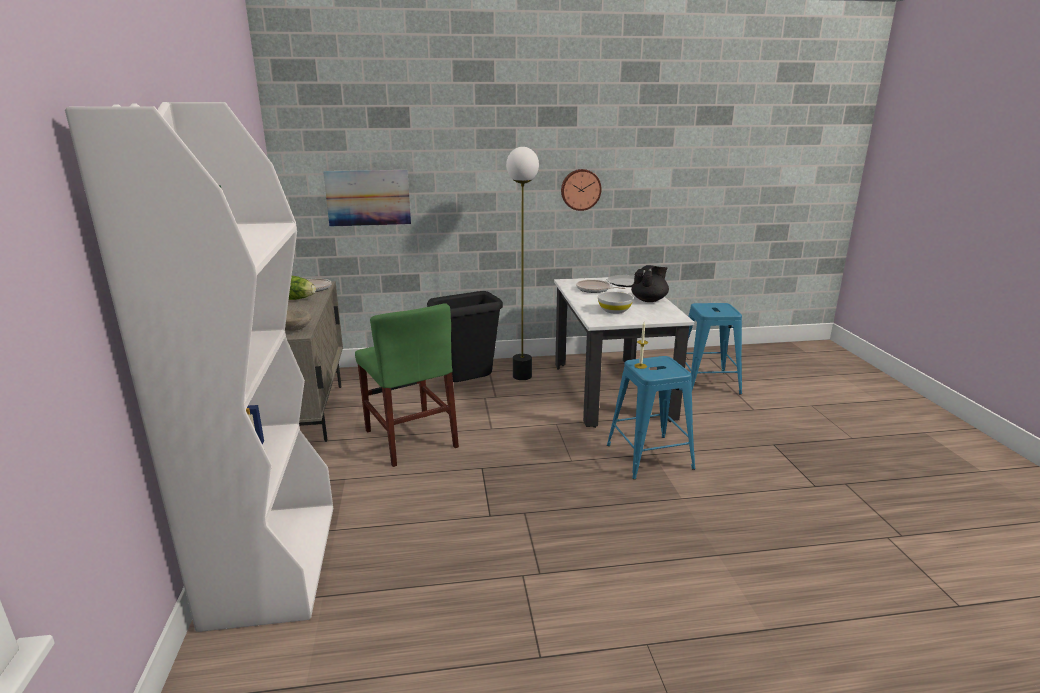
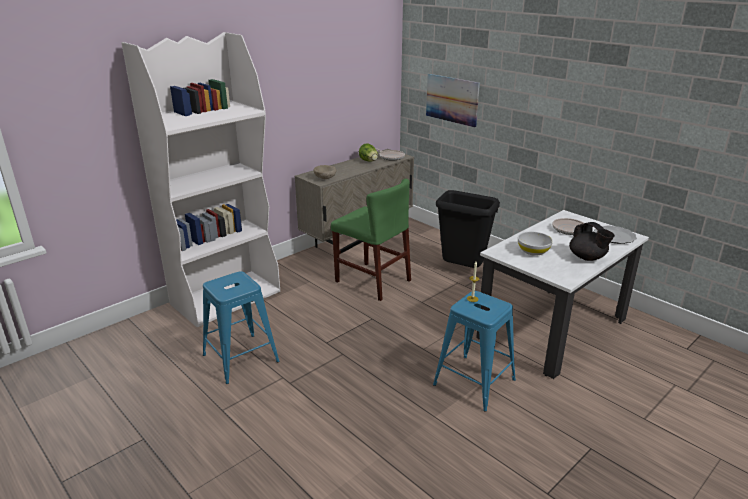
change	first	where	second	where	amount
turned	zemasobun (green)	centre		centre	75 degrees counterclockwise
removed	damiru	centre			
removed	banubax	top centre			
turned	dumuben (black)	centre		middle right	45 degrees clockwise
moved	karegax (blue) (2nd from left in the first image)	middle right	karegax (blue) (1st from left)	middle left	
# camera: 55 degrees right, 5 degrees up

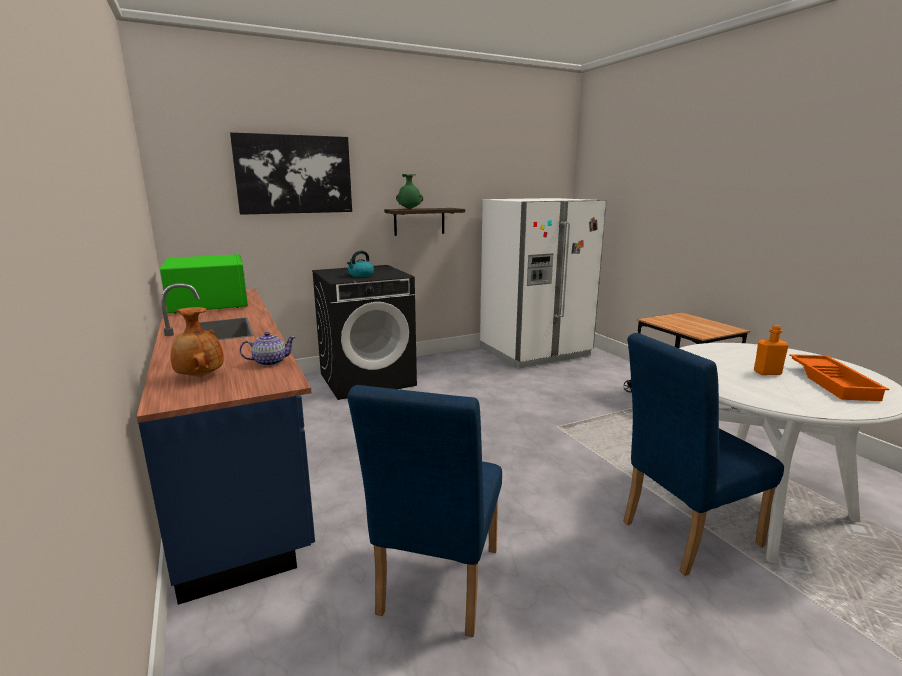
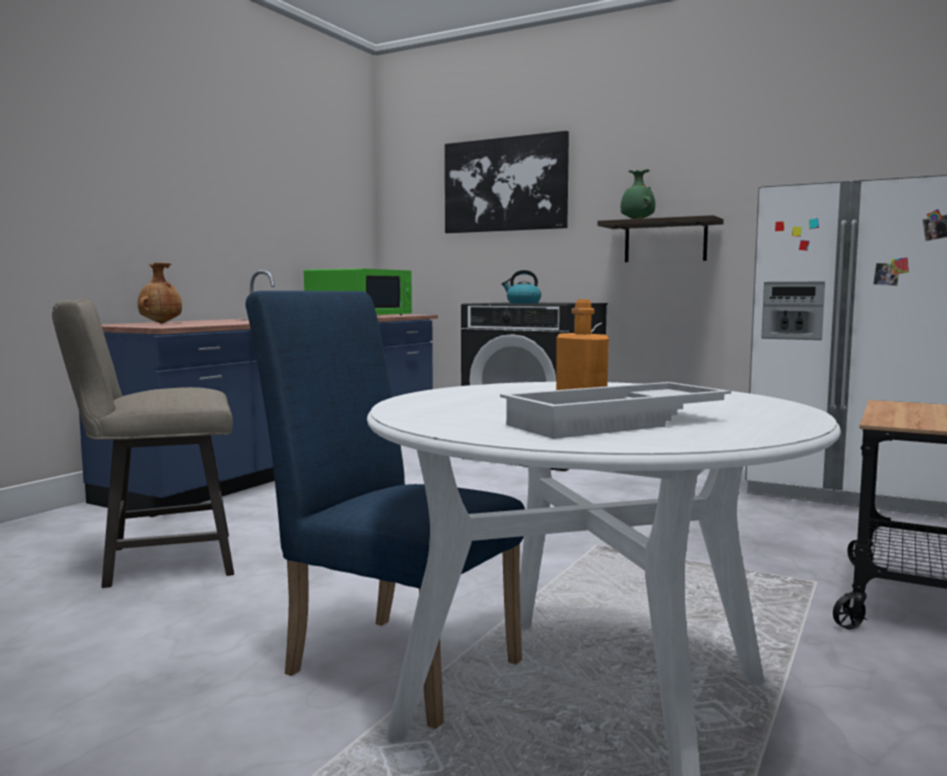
change	first	where	second	where	amount
removed	dumuben	middle left			
replaced	zemasobun (blue) (1st from left)	bottom centre	karegax (beige)	middle left	
recoloured	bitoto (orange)	middle right	bitoto (white)	centre	
# camera: 55 degrees right, 10 degrees down

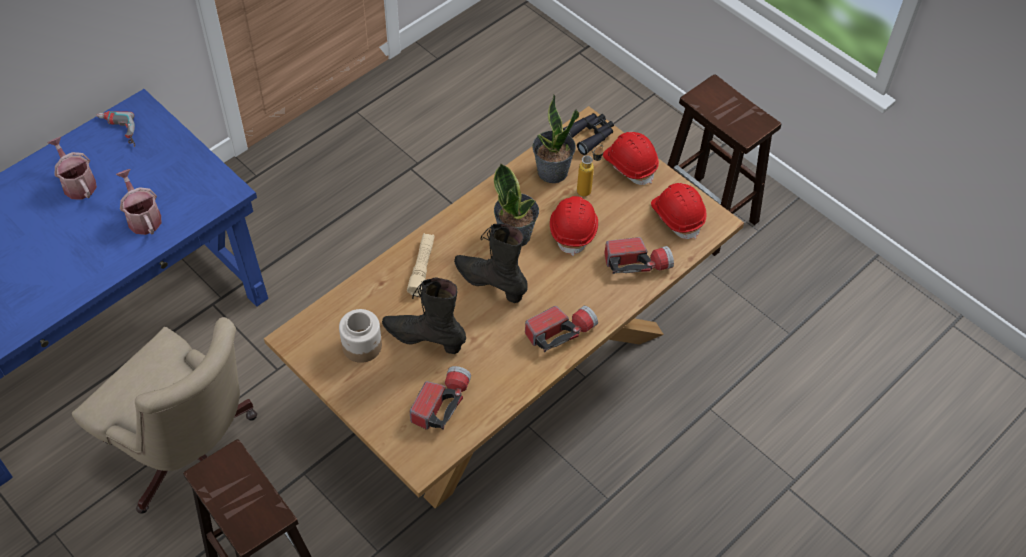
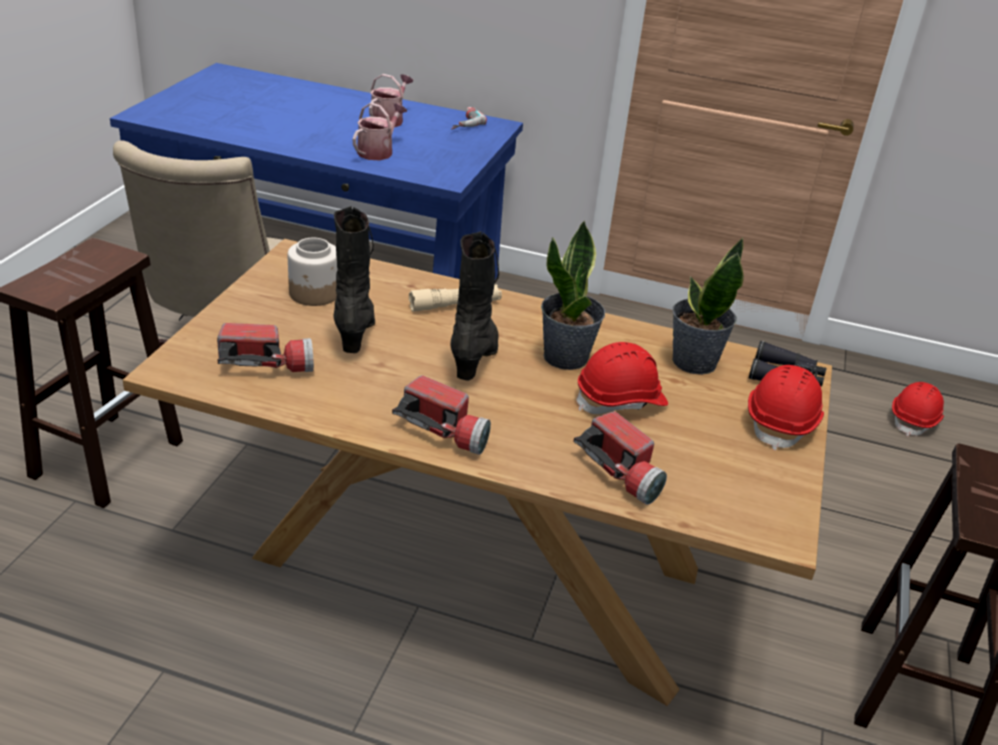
change	first	where	second	where	amount
removed	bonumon	top centre			
moved	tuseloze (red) (3rd from left)	centre		middle right	
# camera: 60 degrees right, 20 degrees down

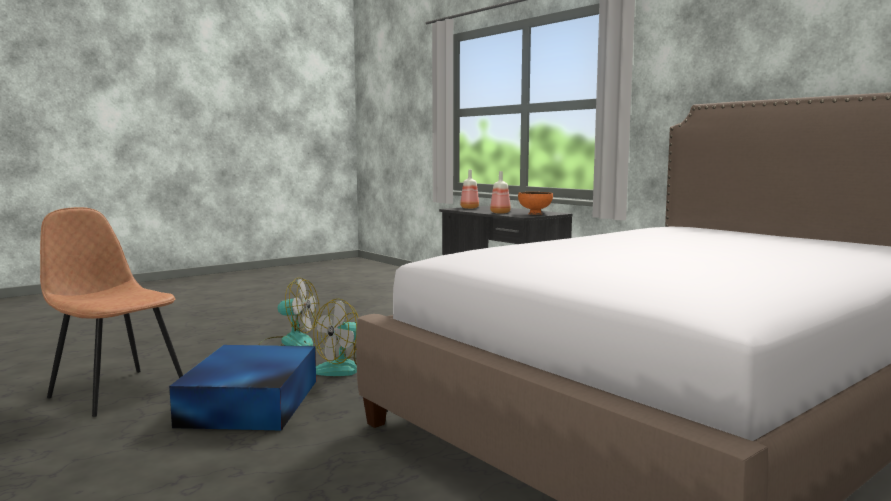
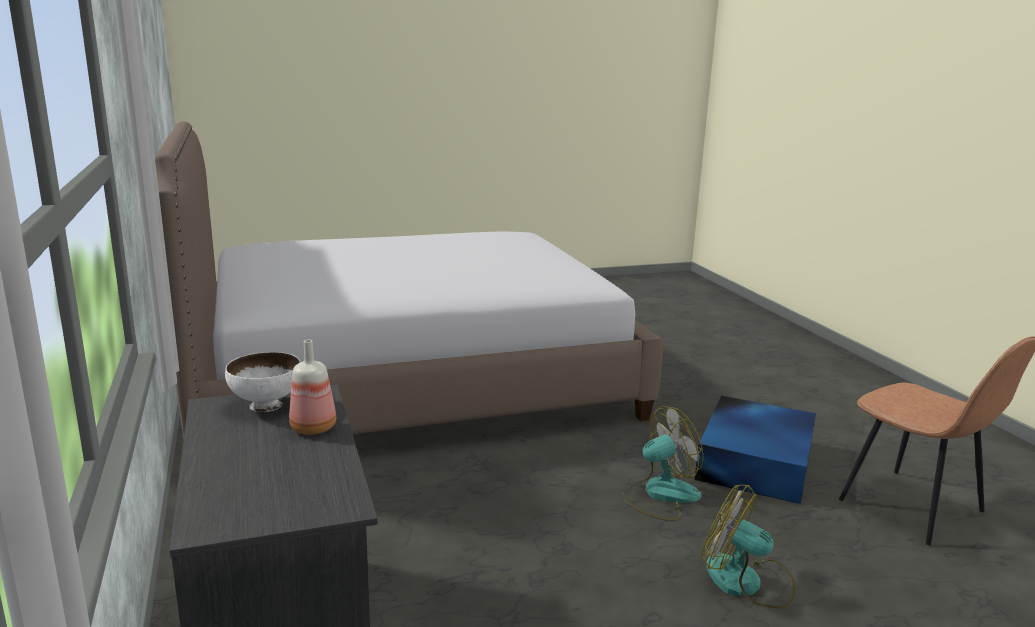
change	first	where	second	where	amount
removed	bonumon (1st from left)	centre			
recoloured	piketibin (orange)	centre	piketibin (white)	middle left	
# camera: 160 degrees left, 10 degrees up

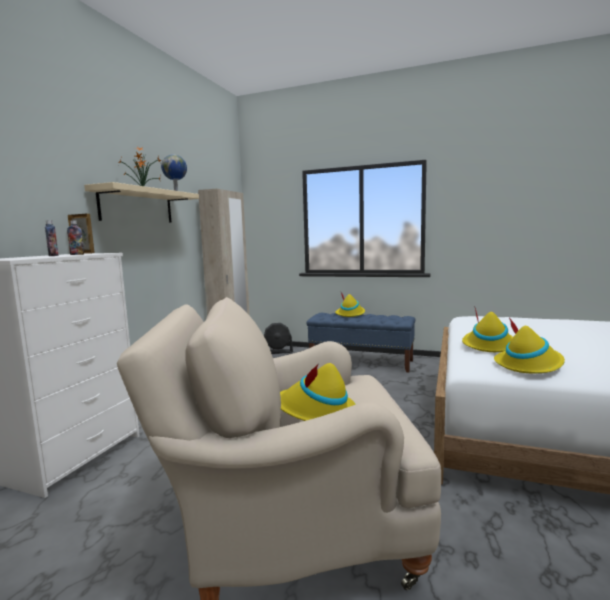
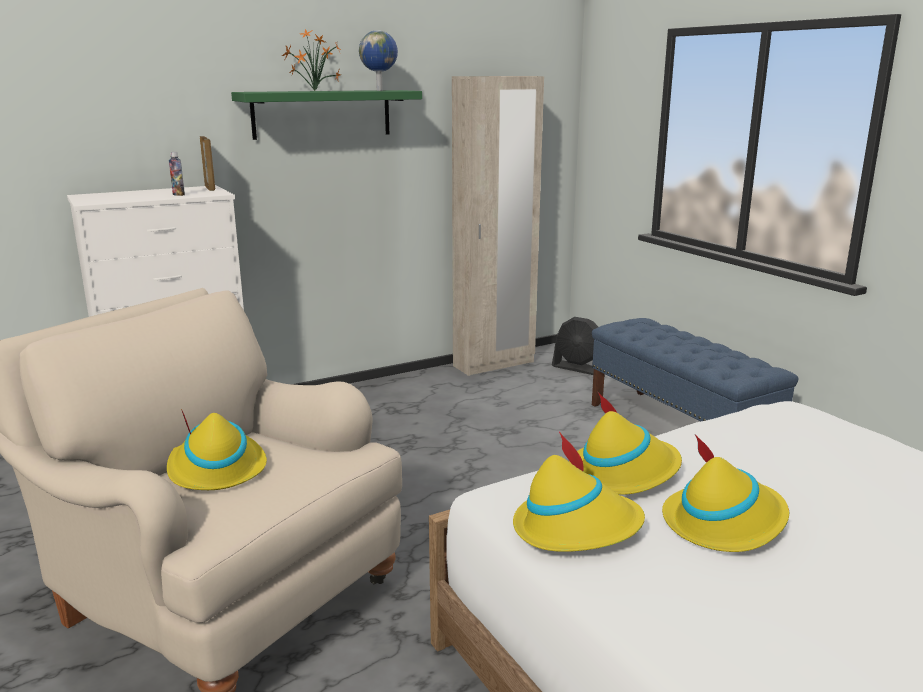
change	first	where	second	where	amount
removed	bonumon (1st from left)	middle left			
recoloured	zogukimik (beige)	middle left	zogukimik (green)	top centre	
moved	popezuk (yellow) (2nd from left in the first image)	centre	popezuk (yellow) (4th from left)	bottom right	
# camera: 40 degrees right, 10 degrees up

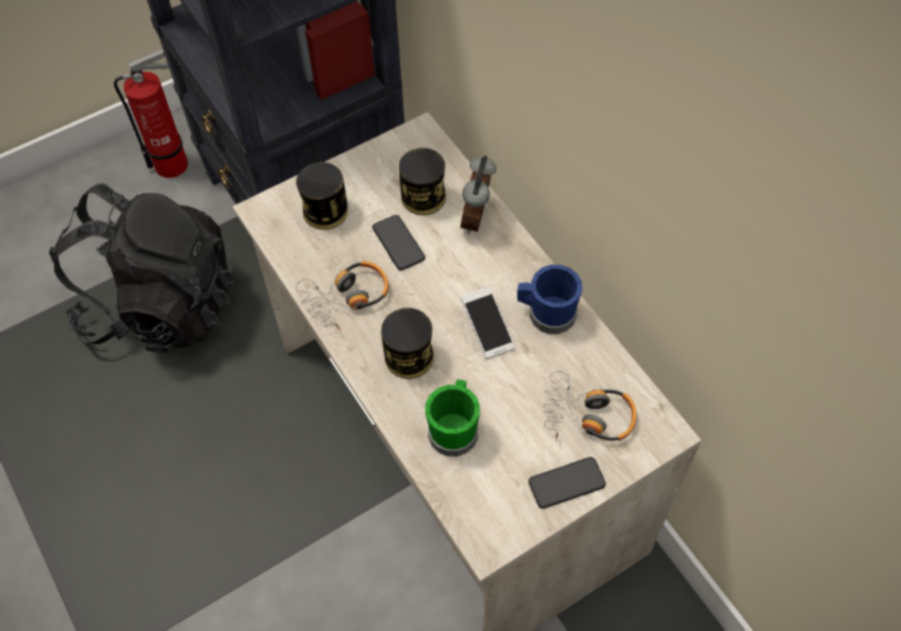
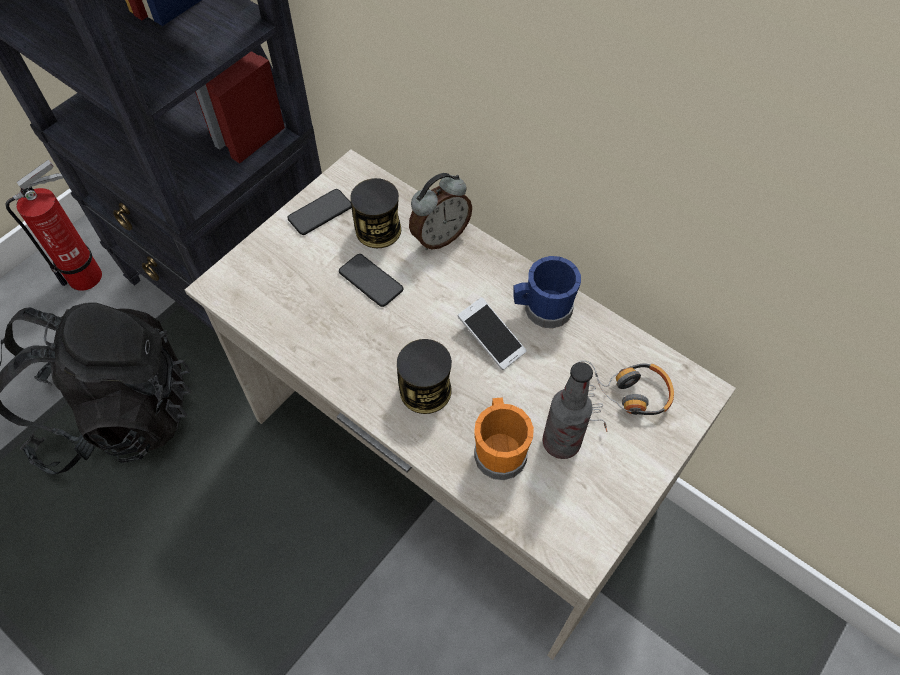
change	first	where	second	where	amount
removed	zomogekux (1st from left)	top centre			
removed	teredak (1st from left)	centre			
recoloured	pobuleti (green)	centre	pobuleti (orange)	centre	
turned	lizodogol	top centre		top centre	120 degrees counterclockwise
moved	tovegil (3rd from left in the first image)	bottom centre	tovegil (1st from left)	top centre	
added			bonumon	centre	
# camera: 20 degrees left, 0 degrees up

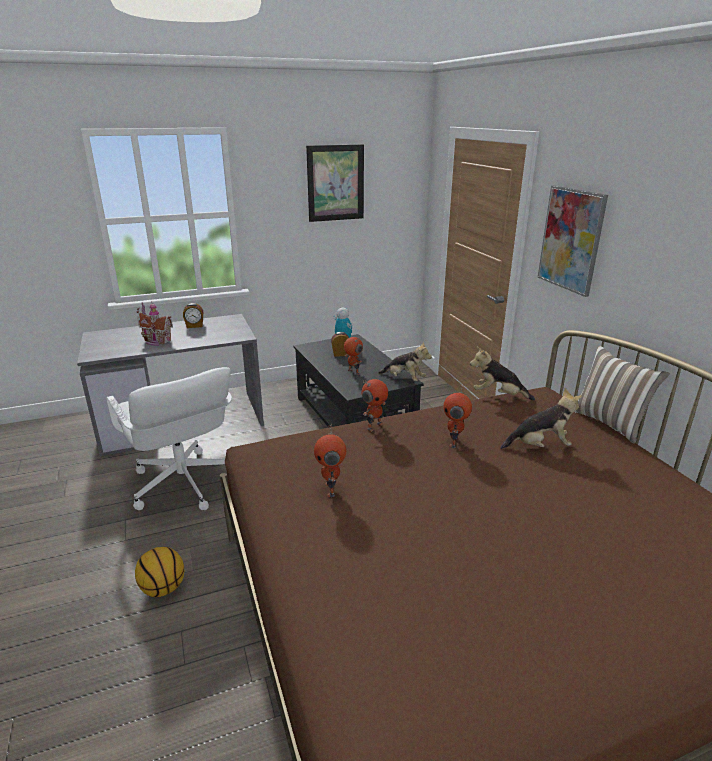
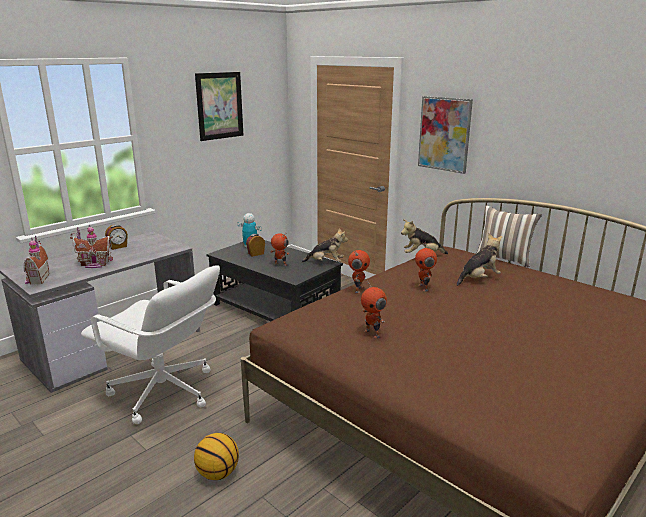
change	first	where	second	where	amount
added			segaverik (1st from left)	middle left	
# camera: 25 degrees left, 5 degrees down

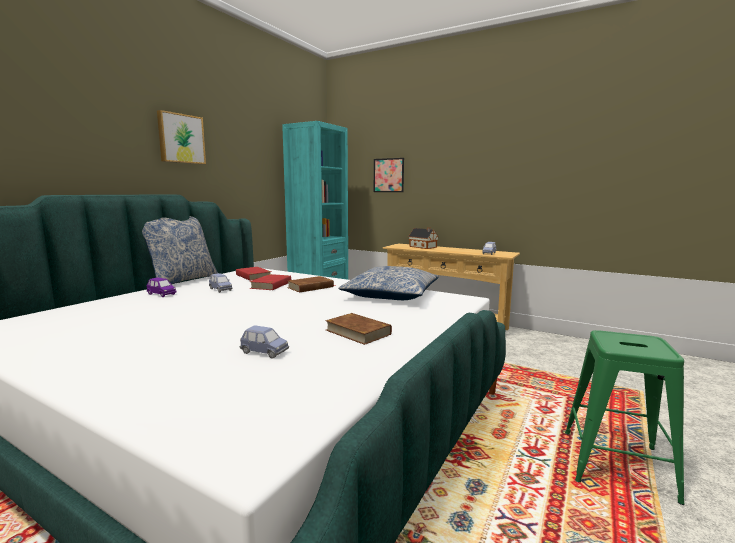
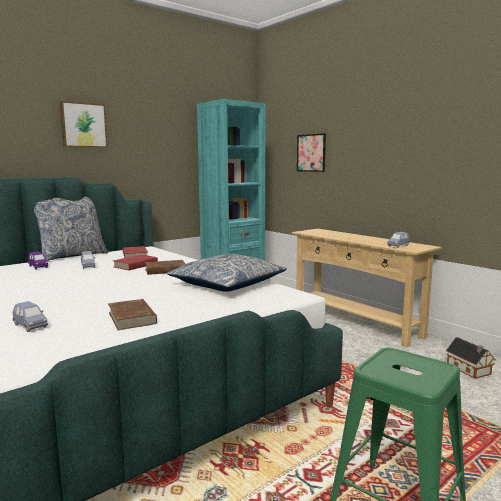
change	first	where	second	where	amount
moved	segaverik	centre		bottom right	
# camera: 20 degrees right, 0 degrees up

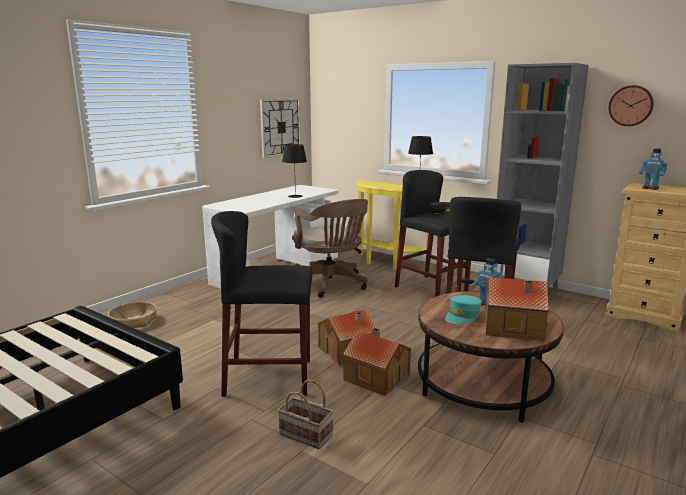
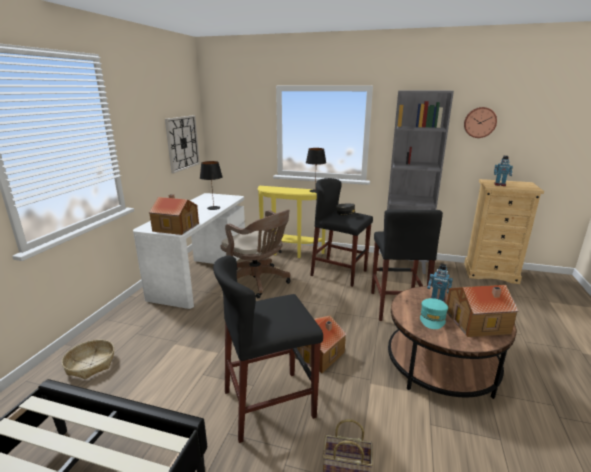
change	first	where	second	where	amount
moved	segaverik (2nd from left in the first image)	bottom centre	segaverik (1st from left)	middle left	
# camera: 20 degrees left, 5 degrees up

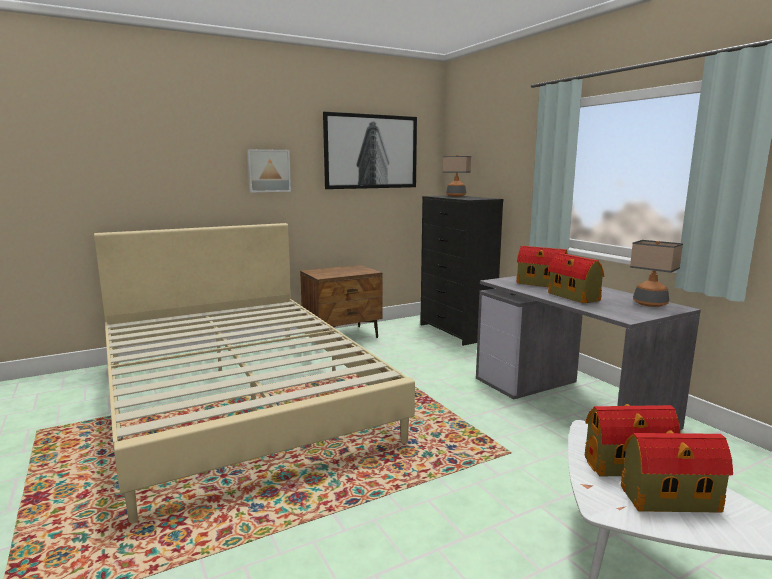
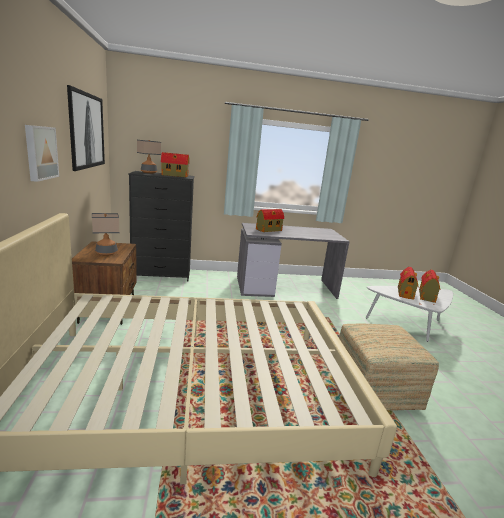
change	first	where	second	where	amount
moved	segaverik (2nd from left in the first image)	middle right	segaverik (1st from left)	top centre	
moved	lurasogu (2nd from left in the first image)	middle right	lurasogu (1st from left)	middle left	
added			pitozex	bottom right	
# camera: 70 degrees left, 5 degrees up

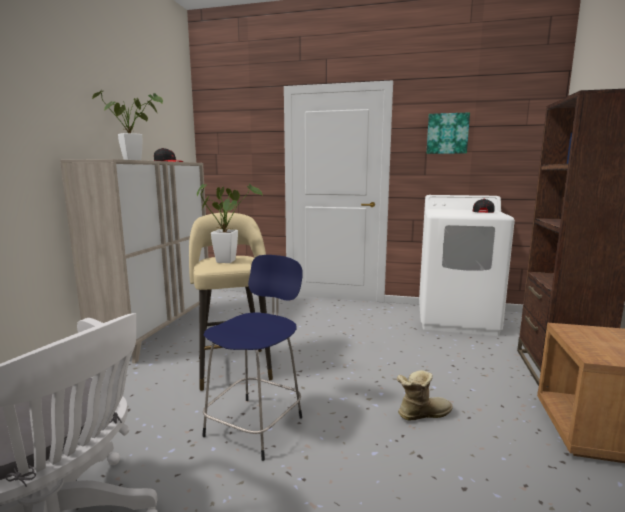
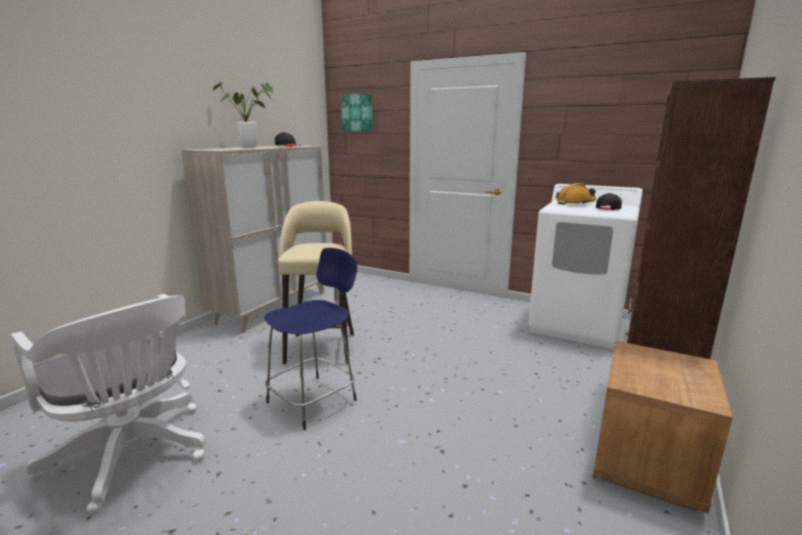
change	first	where	second	where	amount
removed	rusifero (2nd from left)	centre			
removed	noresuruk	bottom right			
moved	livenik	top right		top centre	
added			tuseloze (orange)	middle right	
# camera: 15 degrees right, 5 degrees up

